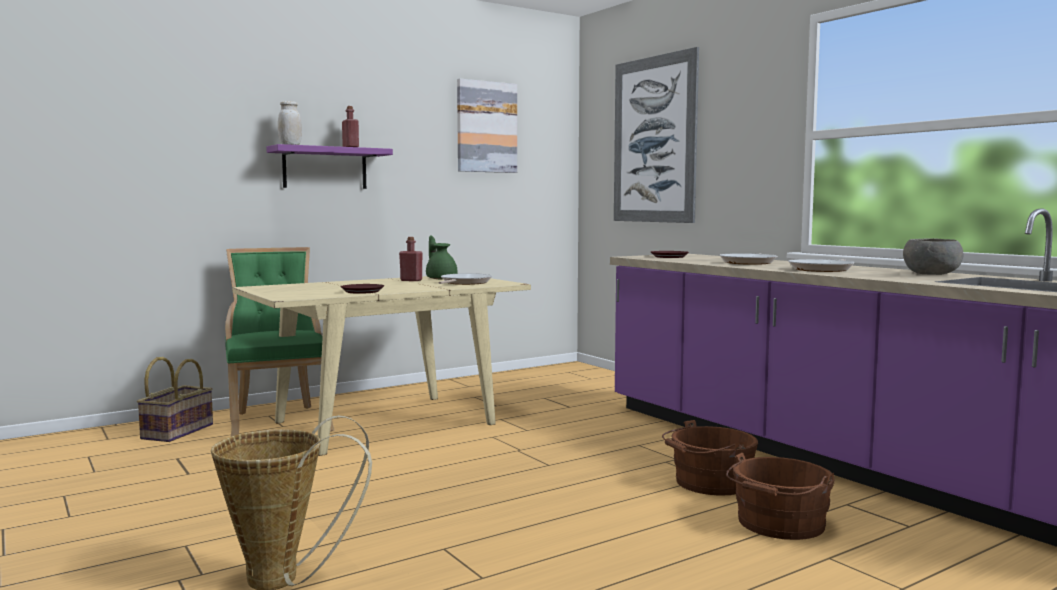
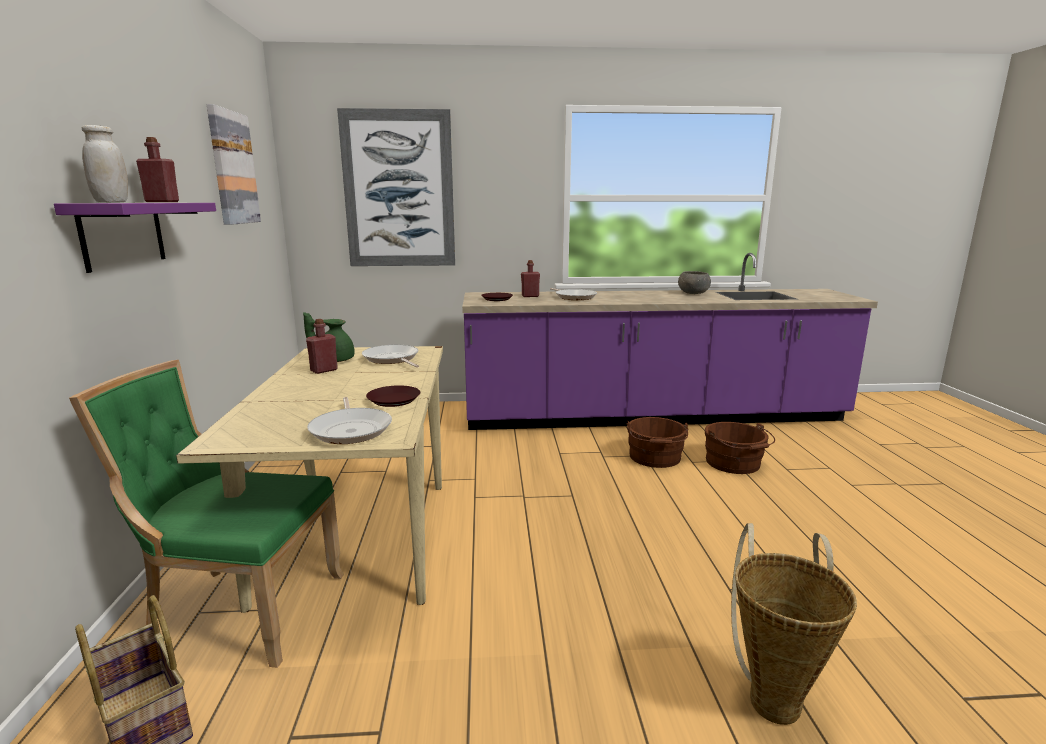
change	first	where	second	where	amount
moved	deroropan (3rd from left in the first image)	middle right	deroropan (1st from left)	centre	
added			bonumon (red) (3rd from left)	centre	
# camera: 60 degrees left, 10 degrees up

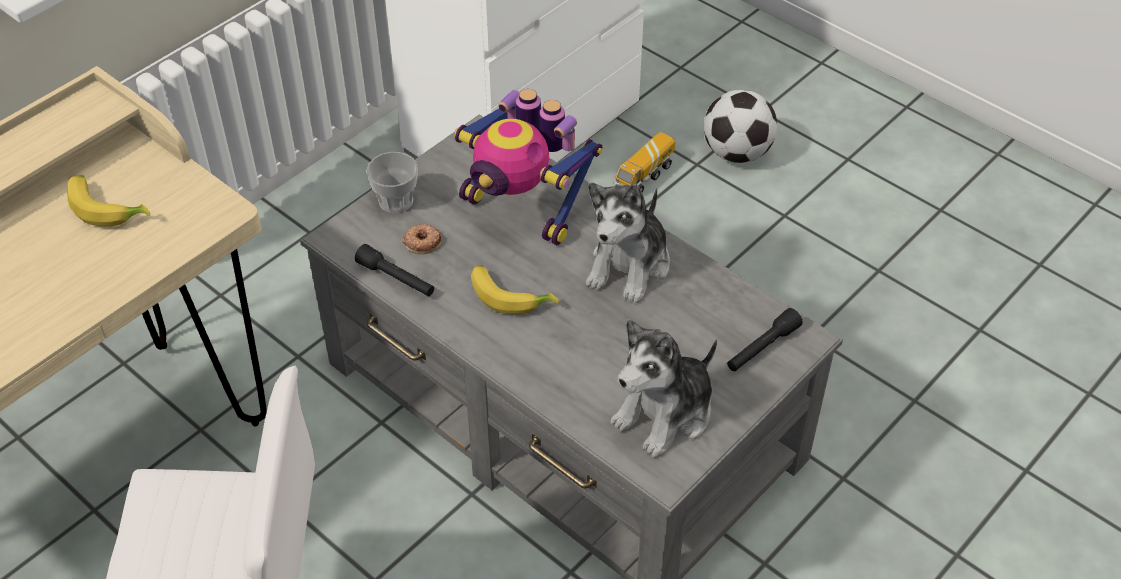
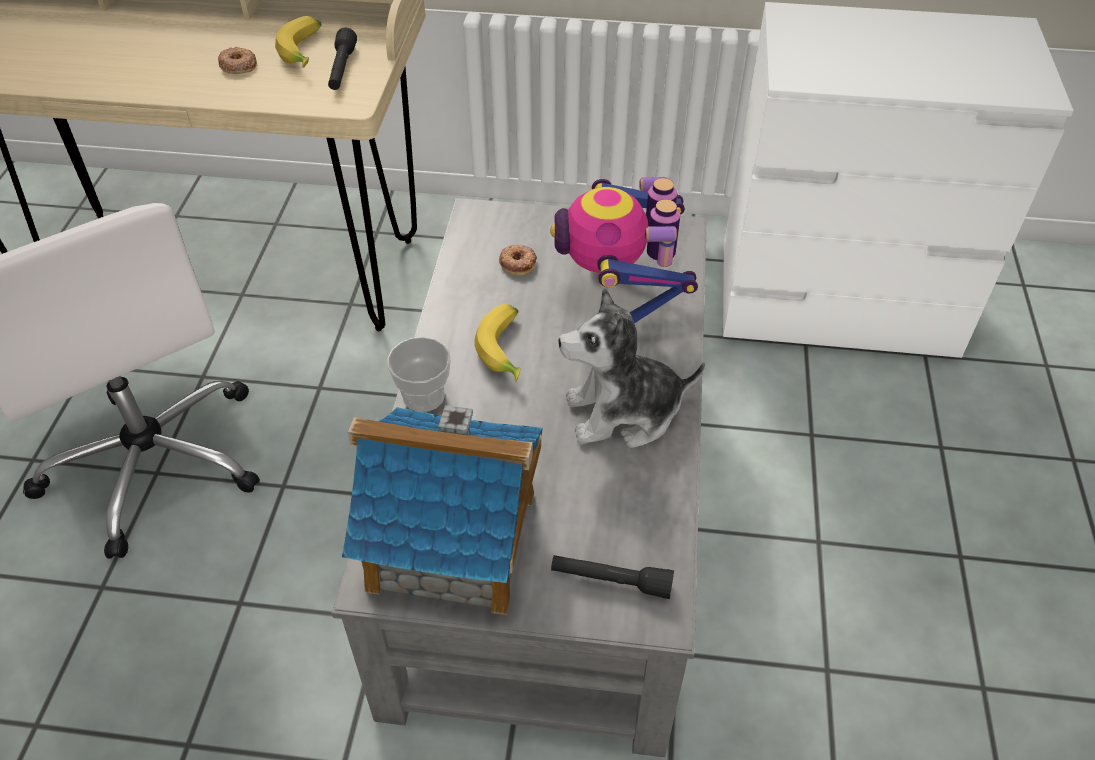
change	first	where	second	where	amount
moved	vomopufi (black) (1st from left)	centre		top left	
moved	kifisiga	top centre		centre	
replaced	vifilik (2nd from left)	bottom centre	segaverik	bottom centre	
removed	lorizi	top centre			
removed	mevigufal	top centre			
added			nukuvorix (1st from left)	top left	
# camera: 55 degrees right, 0 degrees up

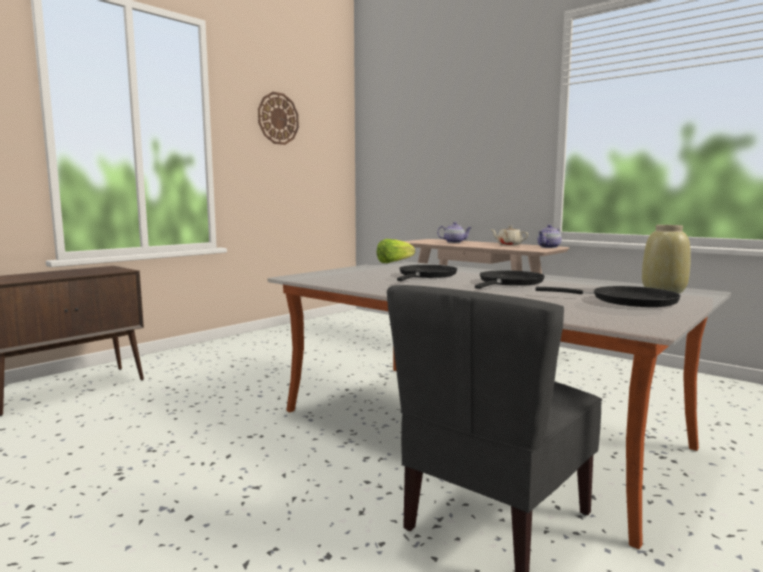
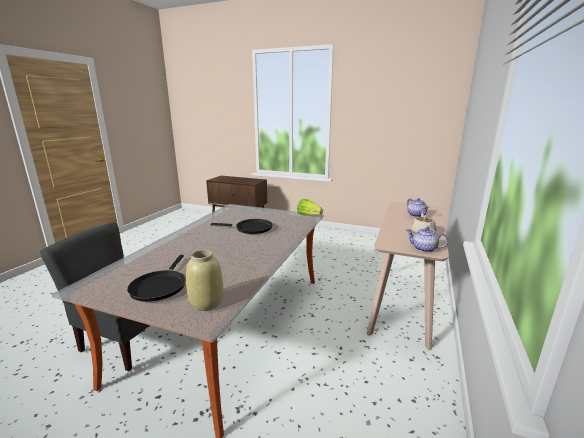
change	first	where	second	where	amount
removed	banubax	top centre			
removed	deroropan (black) (2nd from left)	middle right			
# camera: 70 degrees right, 10 degrees up

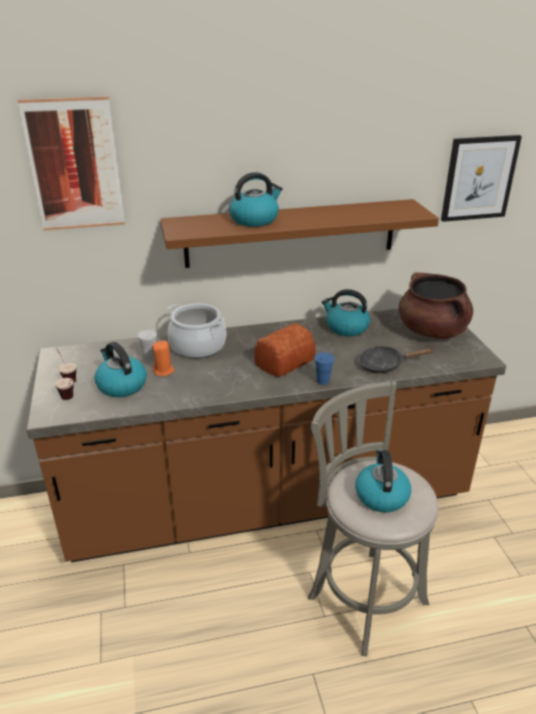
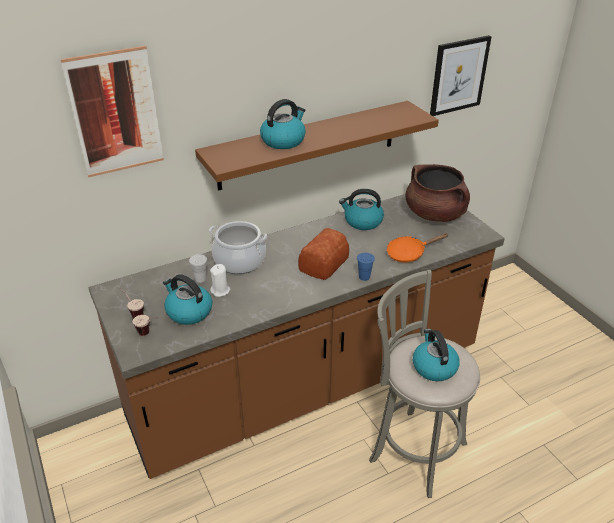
change	first	where	second	where	amount
recoloured	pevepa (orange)	middle left	pevepa (white)	centre	
recoloured	deroropan (black)	middle right	deroropan (orange)	middle right	
# camera: 15 degrees left, 5 degrees up

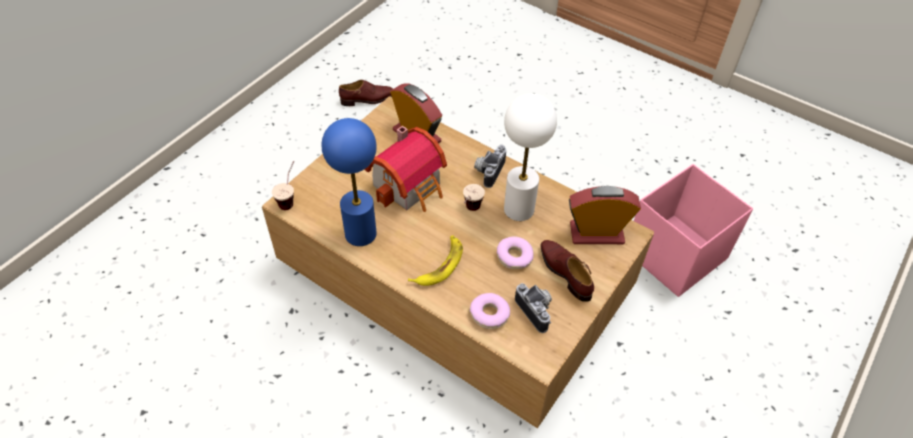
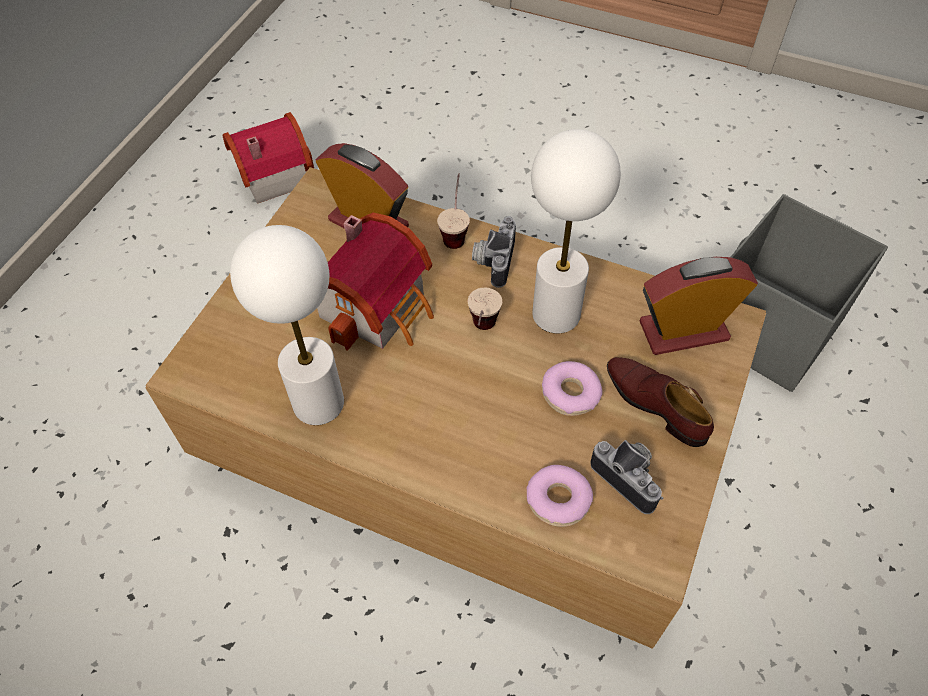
change	first	where	second	where	amount
moved	kifisiga (1st from left)	middle left		top centre	
recoloured	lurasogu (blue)	centre	lurasogu (white) (1st from left)	middle left	
replaced	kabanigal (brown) (1st from left)	top centre	segaverik (1st from left)	top left	
removed	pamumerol	centre			
recoloured	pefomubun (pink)	middle right	pefomubun (grey)	middle right	
# camera: 10 degrees left, 5 degrees up

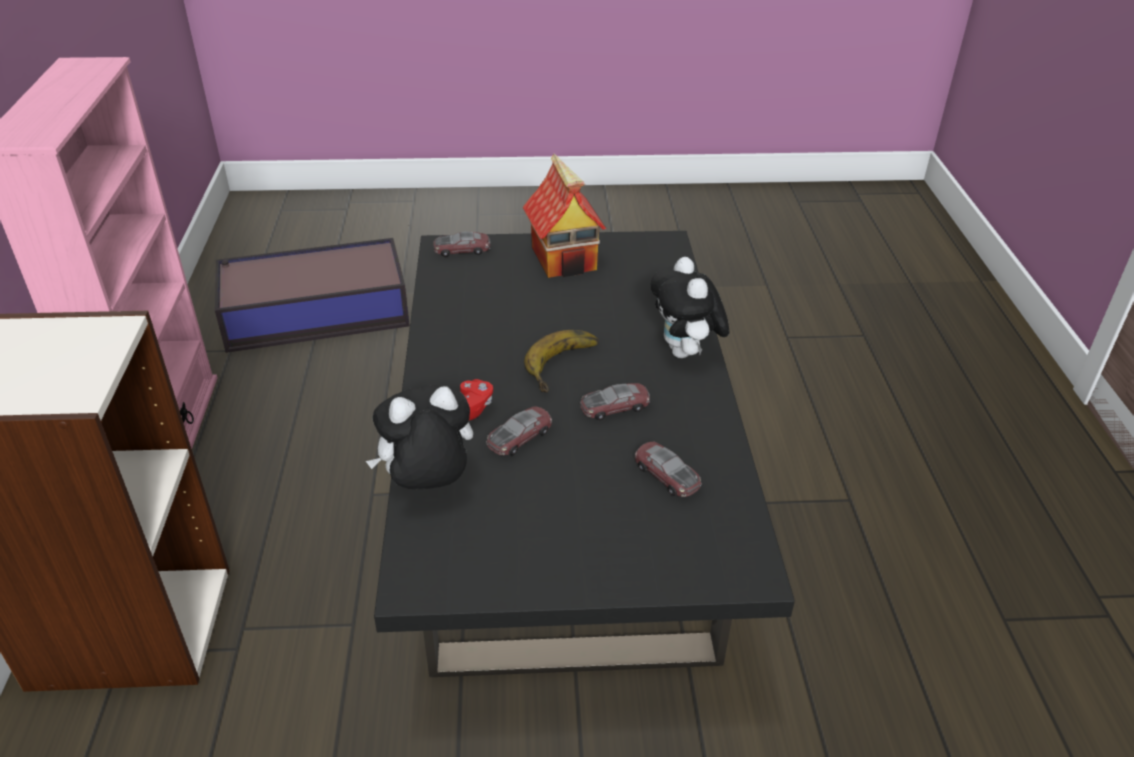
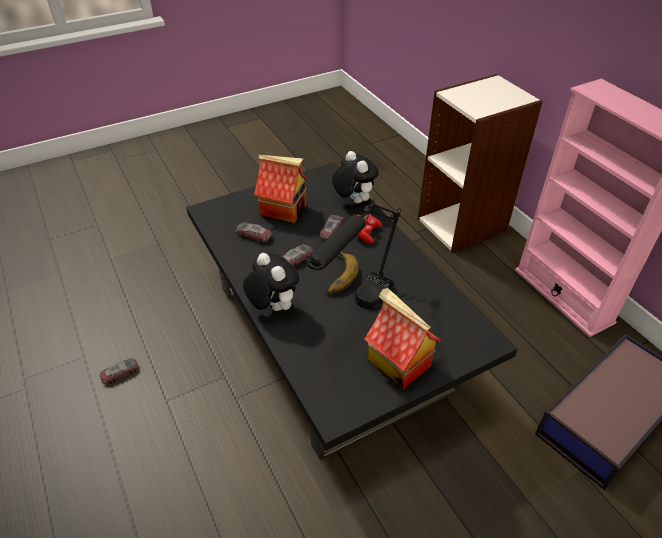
change	first	where	second	where	amount
turned	vifilik (1st from left in the first image)	centre	vifilik (2nd from left)	top centre	75 degrees counterclockwise
moved	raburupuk (1st from left)	top centre		bottom left	
added			segaverik (1st from left)	centre	
added			lurasogu (black)	centre	
# camera: 155 degrees right, 5 degrees up

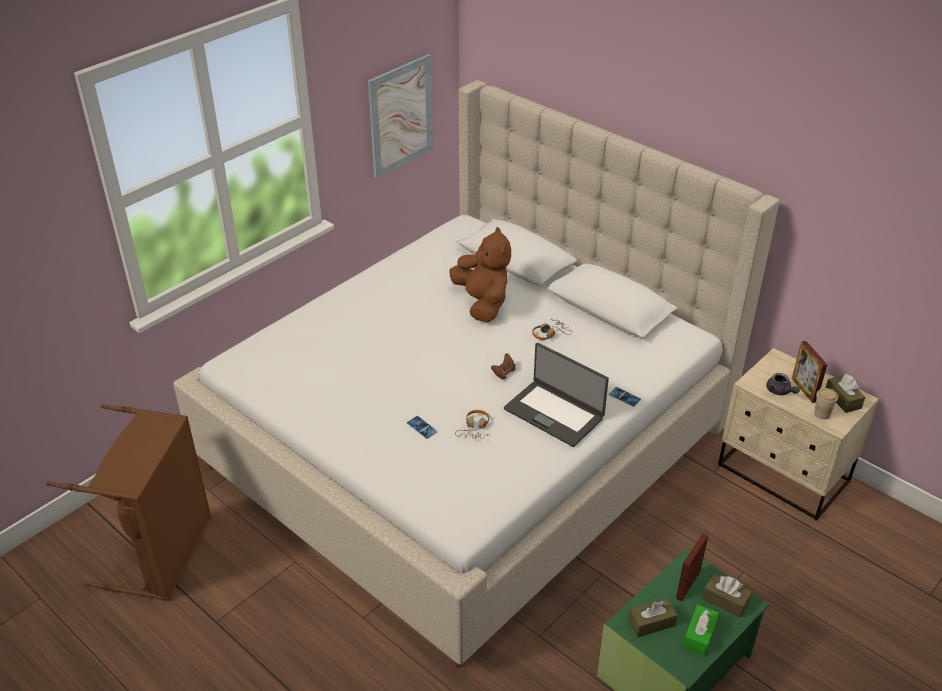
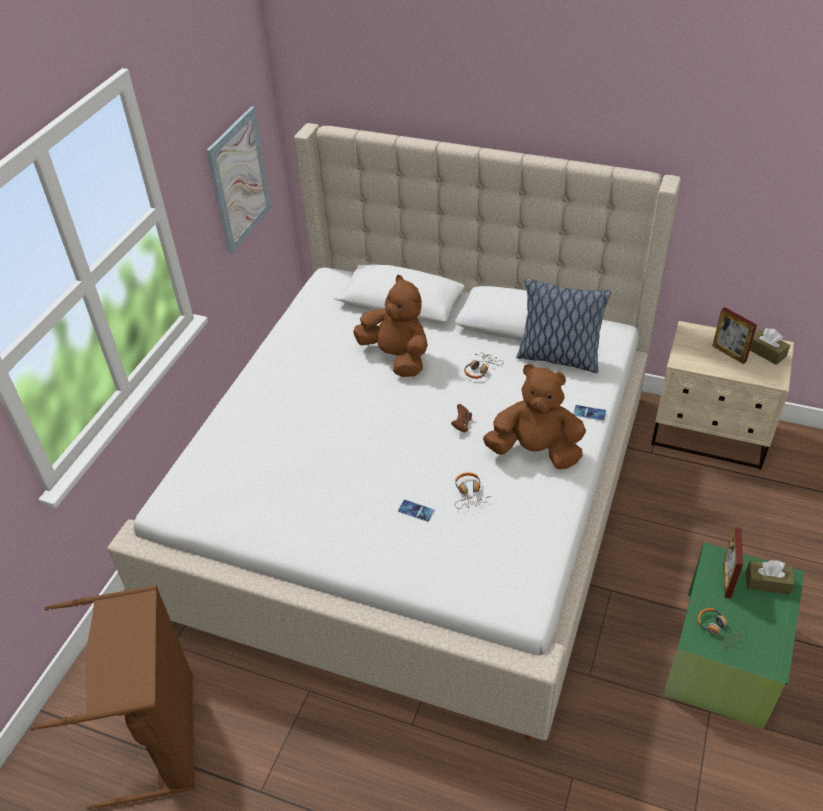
change	first	where	second	where	amount
replaced	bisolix	centre	vifilik (brown) (2nd from left)	centre	
replaced	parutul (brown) (1st from left)	bottom right	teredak (3rd from left)	bottom right	
removed	parutul (green)	bottom right			
removed	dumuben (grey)	middle right			
removed	kifisiga	middle right			
added			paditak	middle right	
# camera: 20 degrees left, 5 degrees up

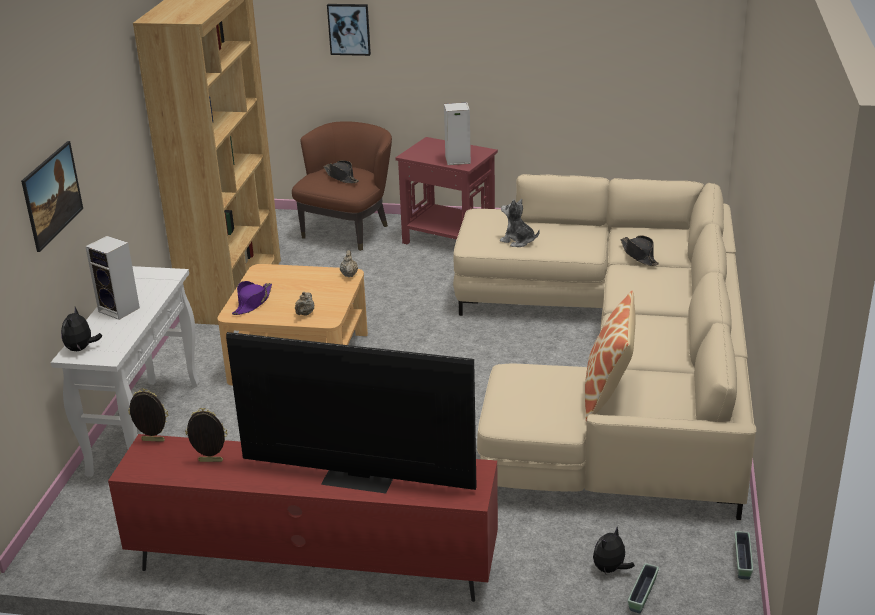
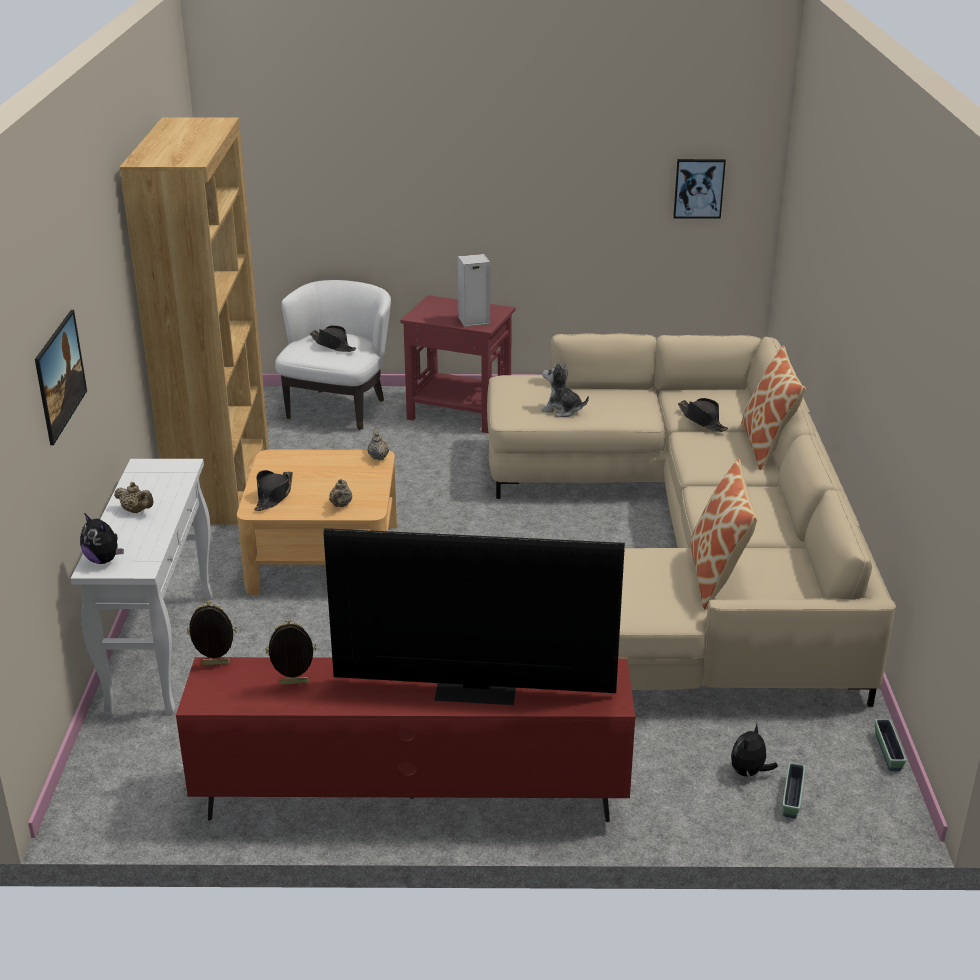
change	first	where	second	where	amount
turned	vifilik (1st from left)	middle left		middle left	45 degrees counterclockwise
replaced	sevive (1st from left)	middle left	dumuben (beige) (1st from left)	middle left	
recoloured	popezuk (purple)	middle left	popezuk (black) (1st from left)	middle left	
recoloured	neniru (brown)	top centre	neniru (white)	centre	
moved	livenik (2nd from left)	top centre		top right	
added			paditak (2nd from left)	middle right	
# camera: 10 degrees left, 0 degrees up

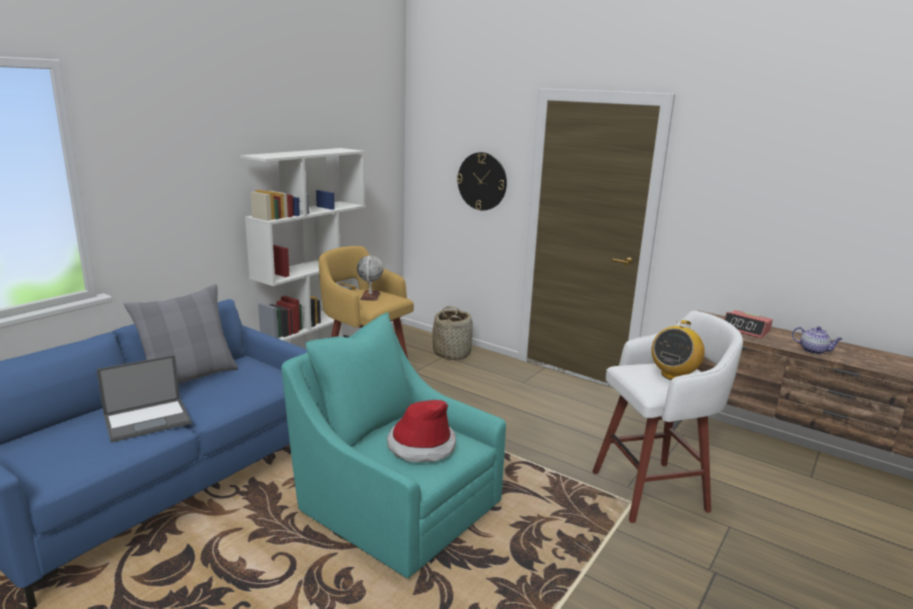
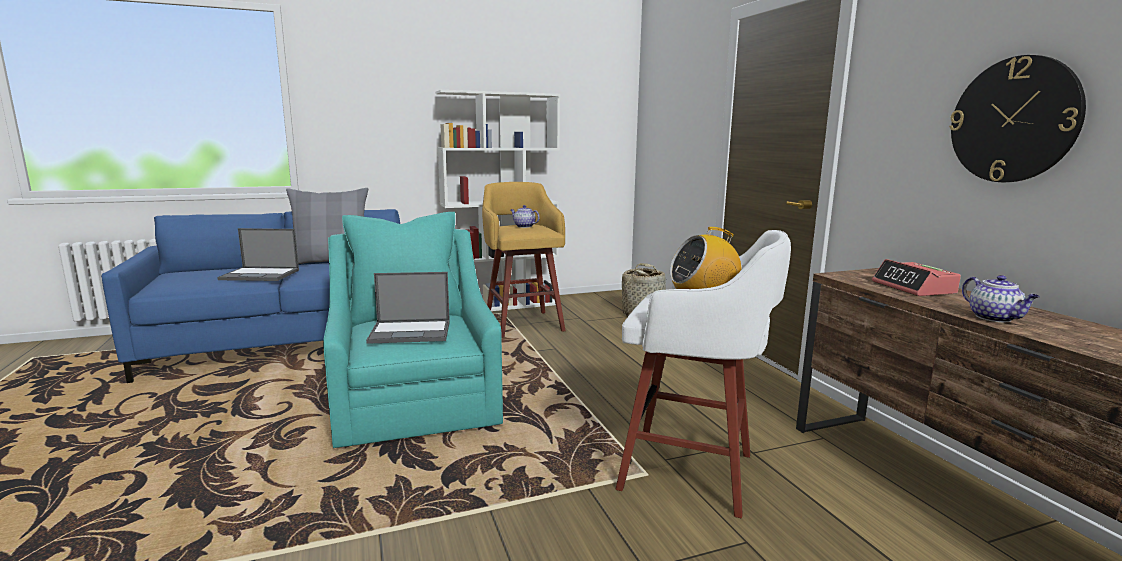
change	first	where	second	where	amount
replaced	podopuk	centre	dumuben (1st from left)	centre	
replaced	popezuk	bottom centre	bisolix (2nd from left)	centre	
moved	banubax	top centre		top right	
# camera: 35 degrees right, 5 degrees down

